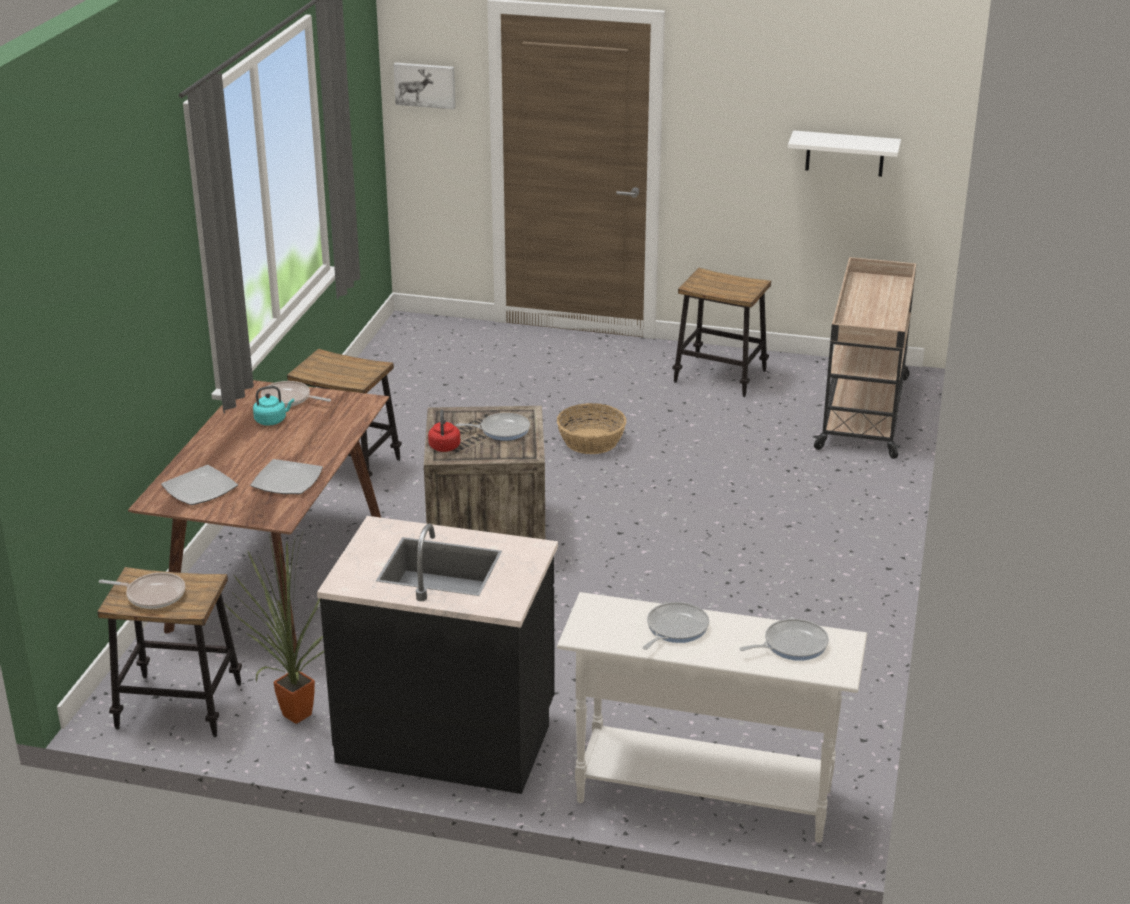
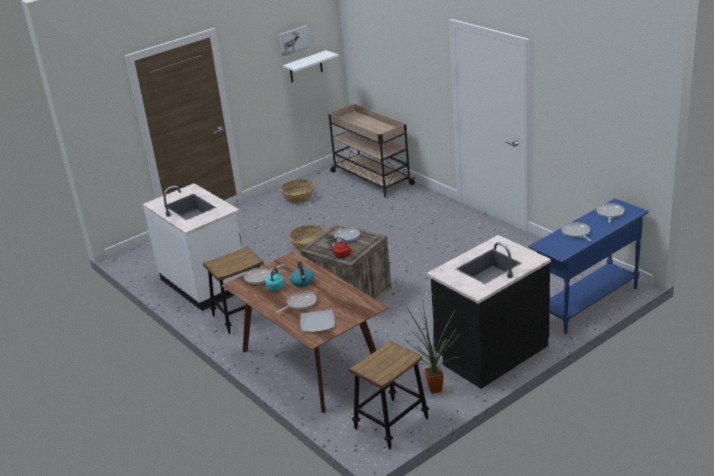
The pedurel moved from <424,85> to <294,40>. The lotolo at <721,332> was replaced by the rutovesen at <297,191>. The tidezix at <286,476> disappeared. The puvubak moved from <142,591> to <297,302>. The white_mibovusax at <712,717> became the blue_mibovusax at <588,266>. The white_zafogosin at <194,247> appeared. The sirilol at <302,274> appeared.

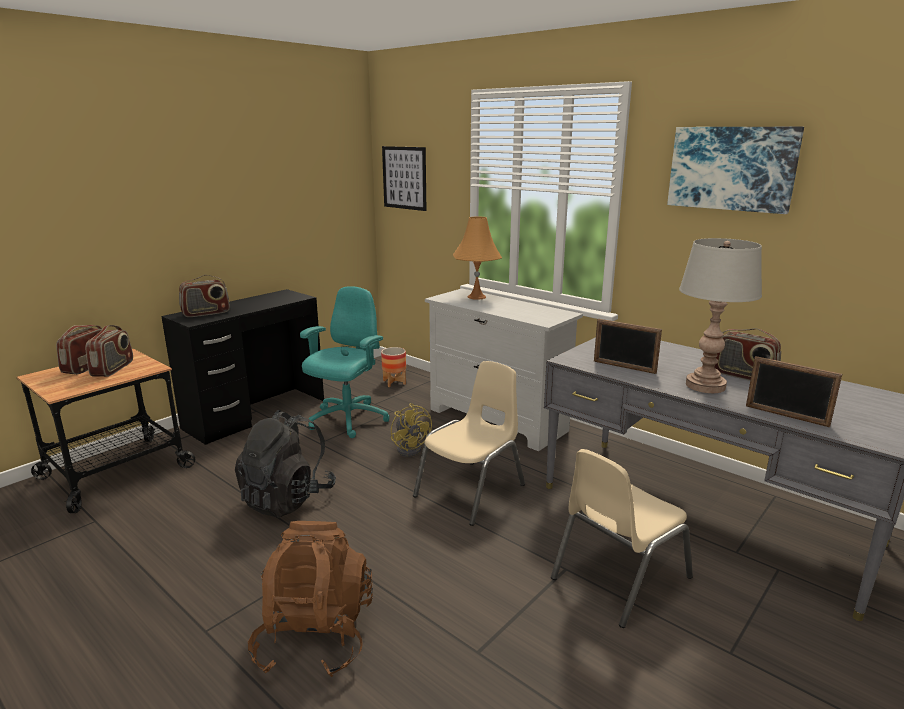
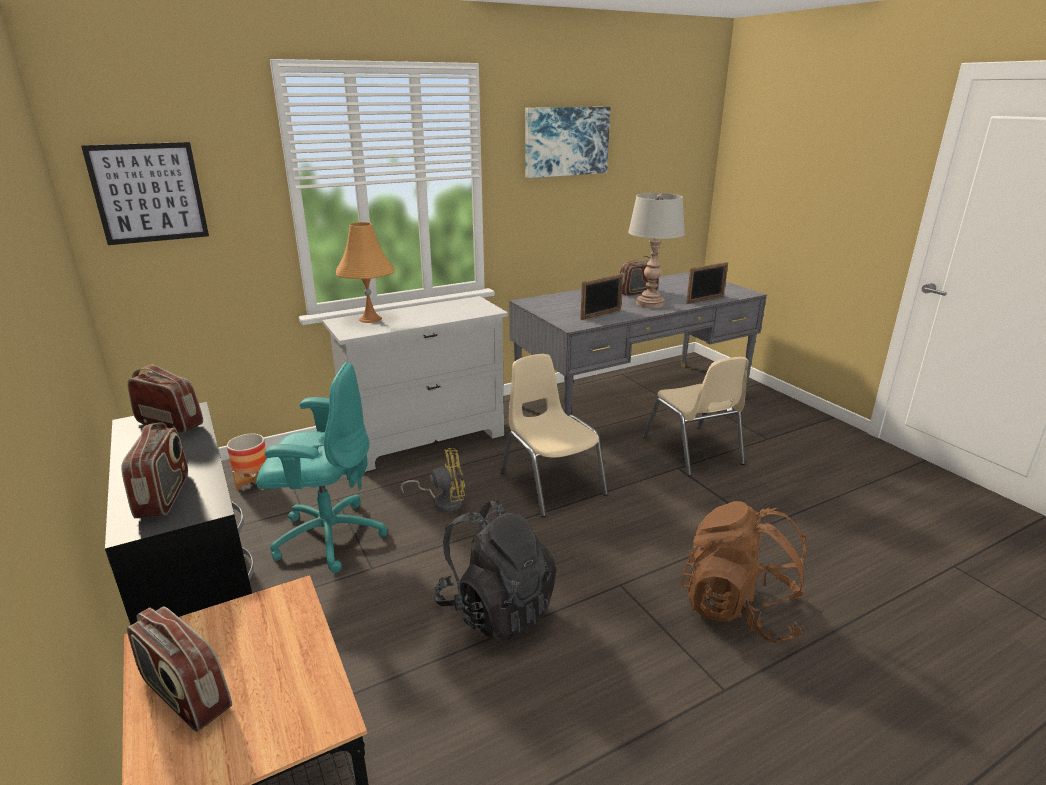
The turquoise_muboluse at <345,362> turned 135 degrees clockwise. The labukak moved from <109,351> to <165,399>.

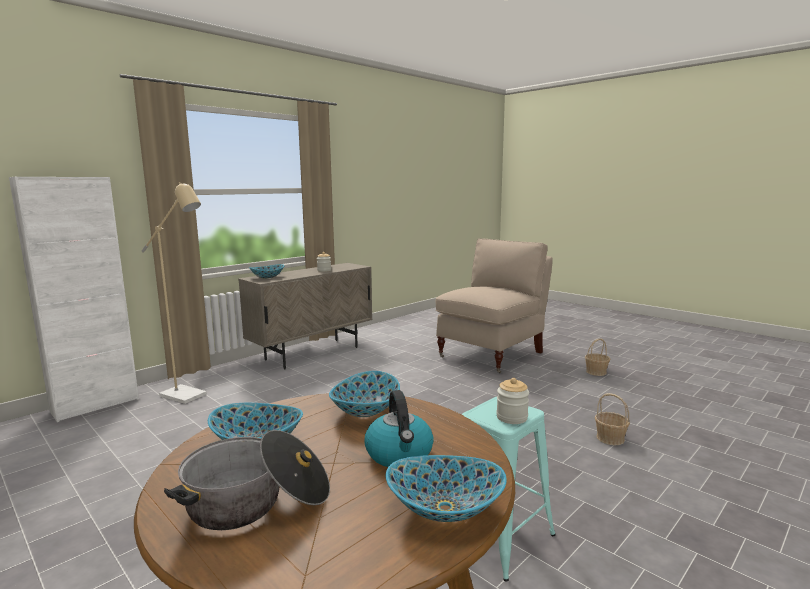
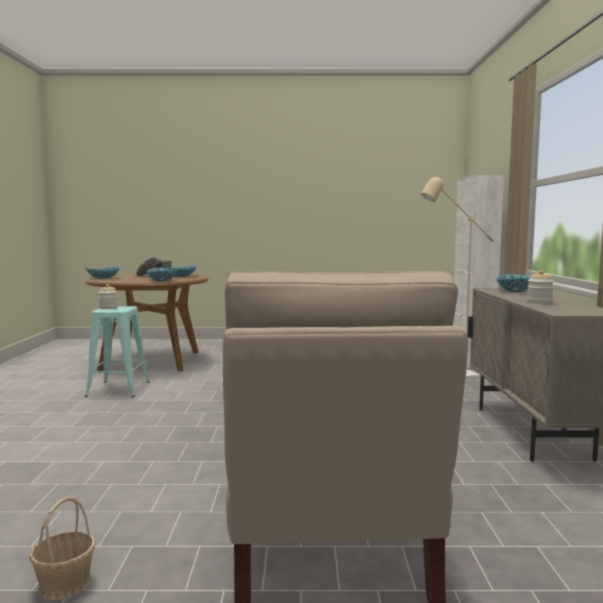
The sirilol at <399,428> disappeared. The rutovesen at <612,419> disappeared.

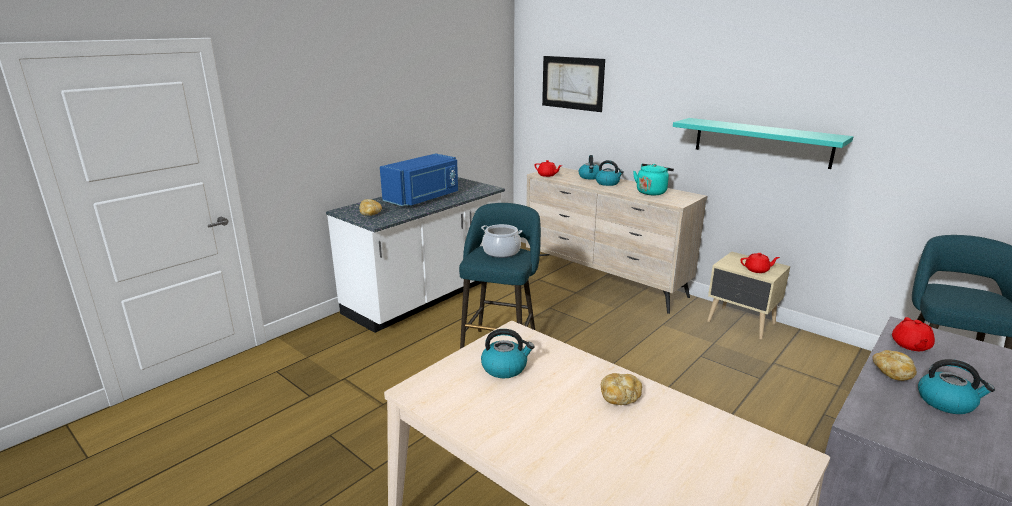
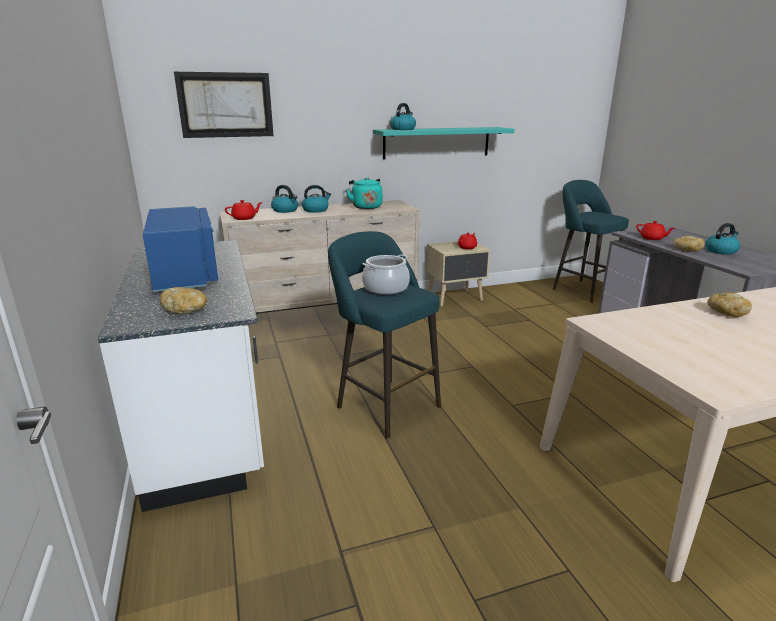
The sirilol moved from <507,353> to <403,116>.

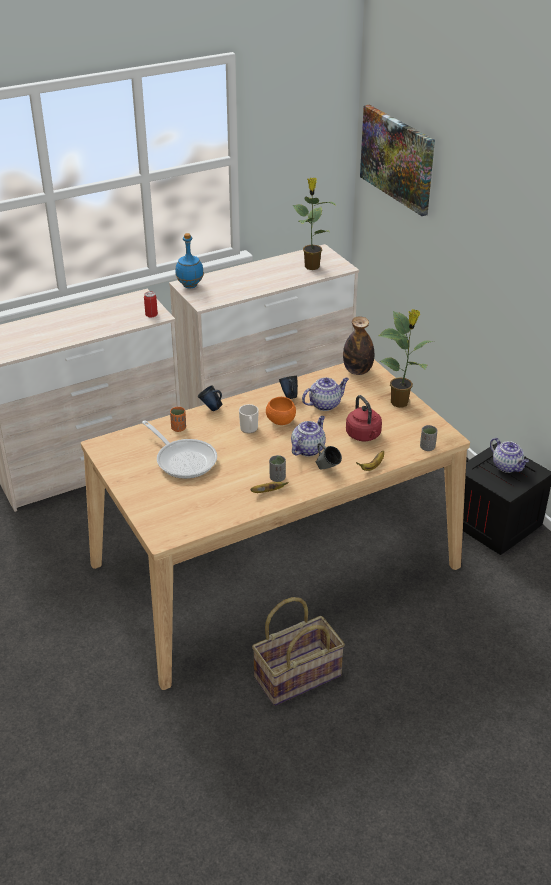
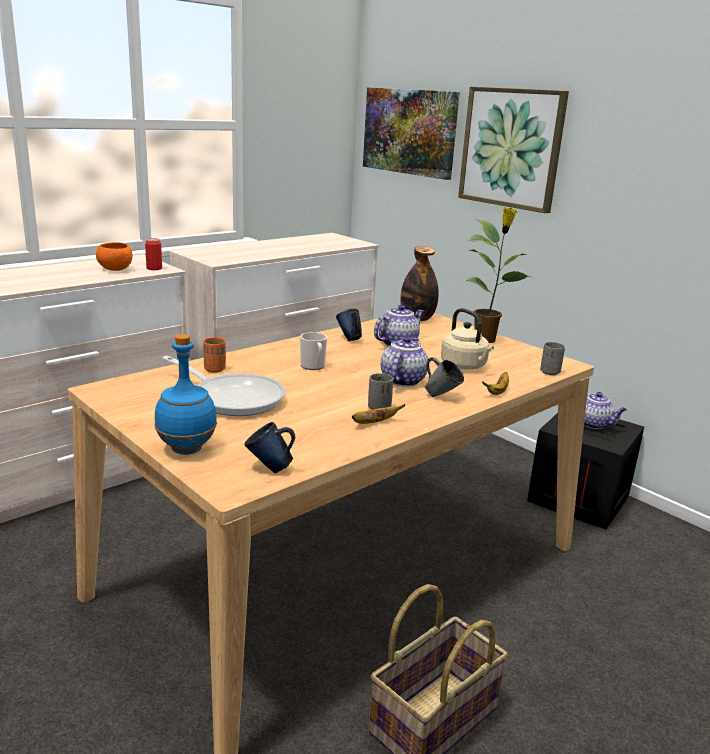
The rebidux at <314,224> disappeared. The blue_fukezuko moved from <189,261> to <185,394>. The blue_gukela moved from <210,398> to <269,447>. The red_sirilol at <364,418> became the beige_sirilol at <467,339>. The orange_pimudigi moved from <281,411> to <114,256>. The pedurel at <513,150> appeared.

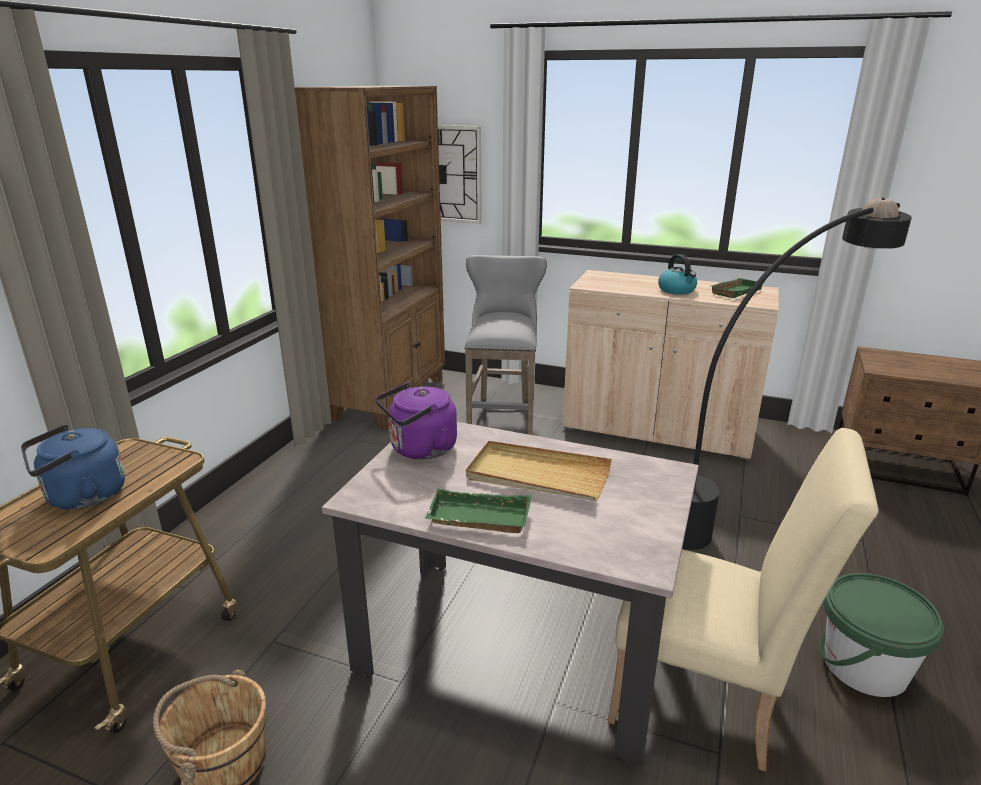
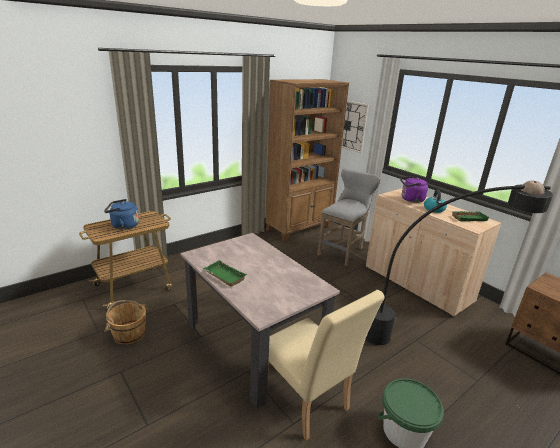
The purple_sirilol moved from <416,421> to <414,189>. The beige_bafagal at <539,471> disappeared.

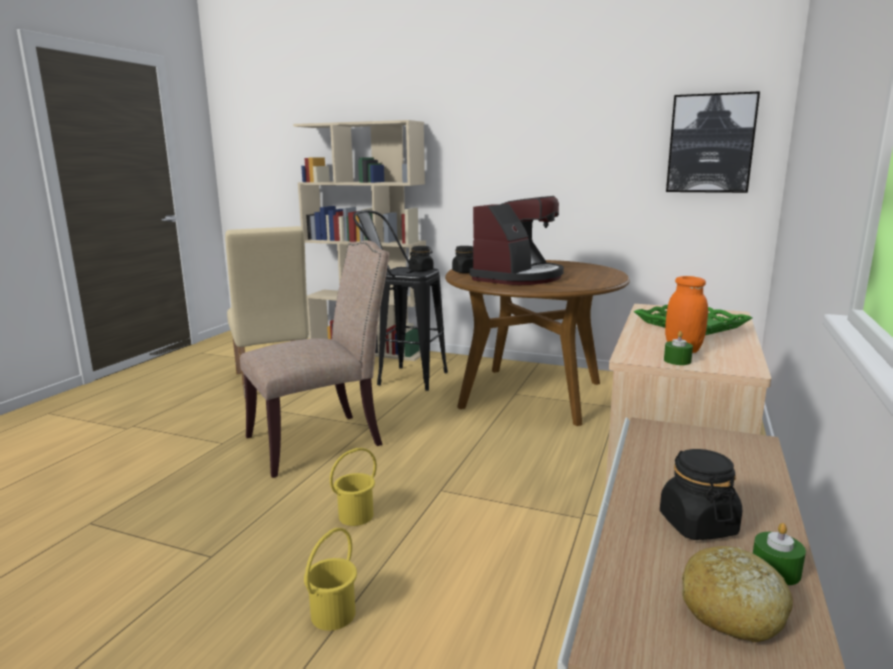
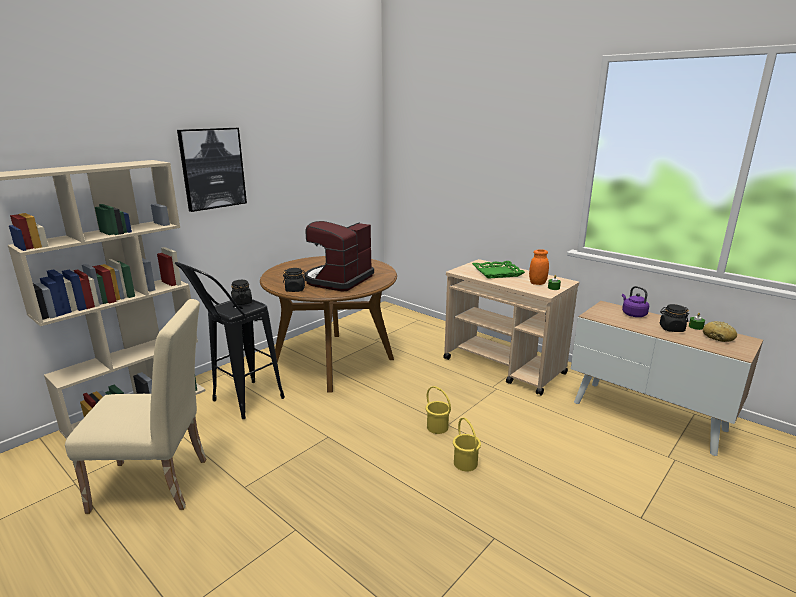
The pedurel moved from <713,142> to <212,170>. The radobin at <517,240> turned 120 degrees counterclockwise. The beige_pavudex at <314,359> disappeared. The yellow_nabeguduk moved from <330,579> to <438,410>. The purple_sirilol at <635,301> appeared.

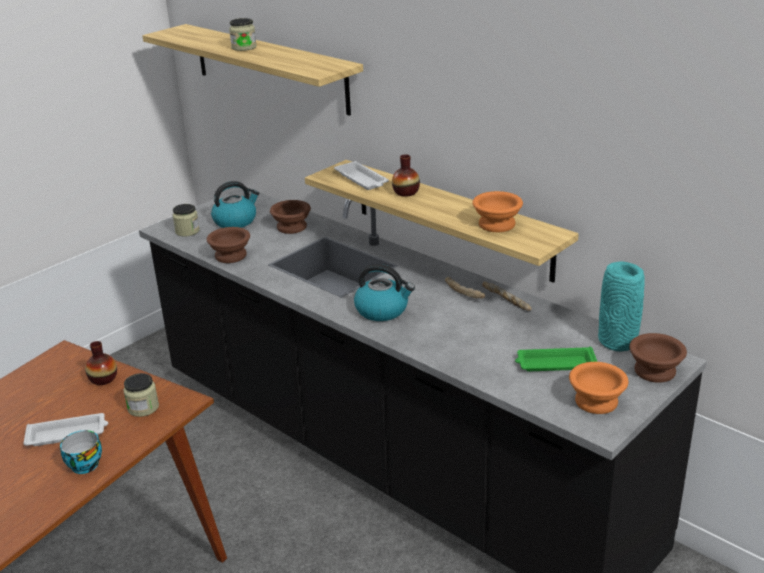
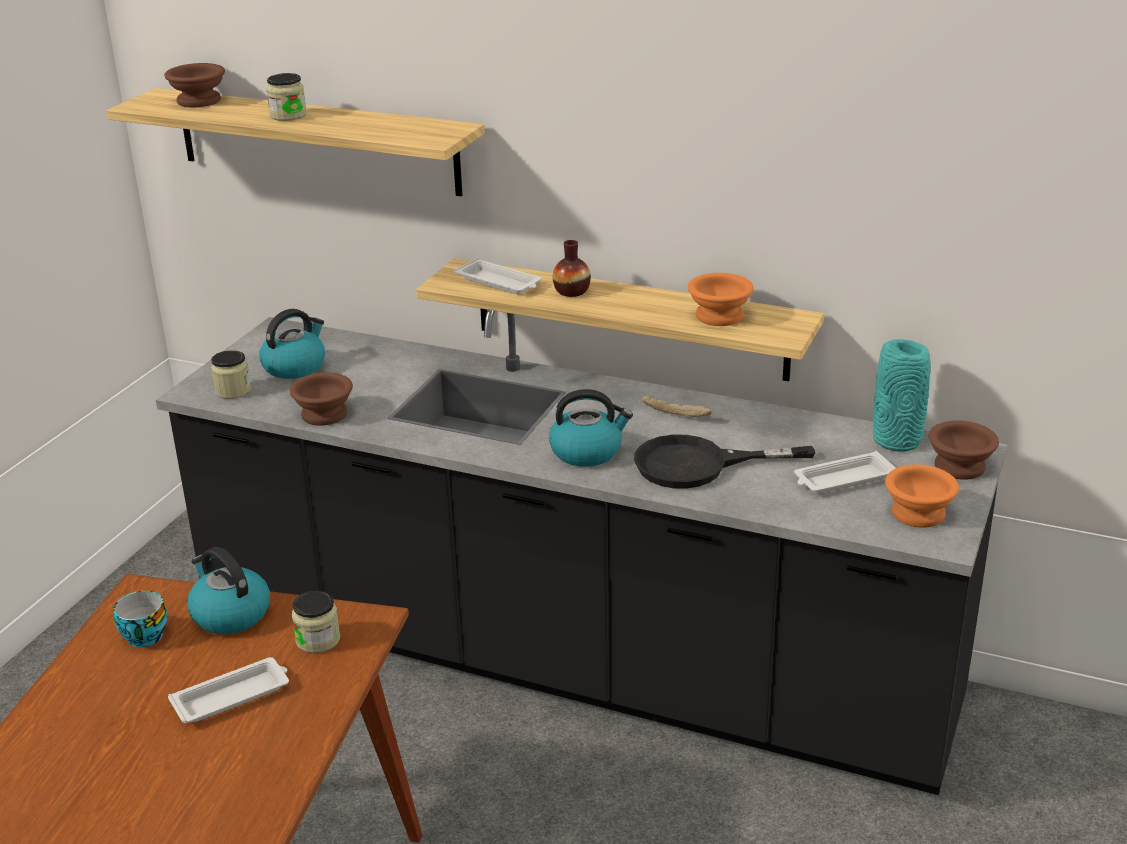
The brown_pimudigi moved from <290,217> to <194,85>. The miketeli at <507,296> disappeared. The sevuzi at <101,363> was replaced by the sirilol at <228,590>. The green_bafagal at <556,359> became the white_bafagal at <844,472>. The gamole moved from <81,452> to <140,619>. The black_puvubak at <724,462> appeared.

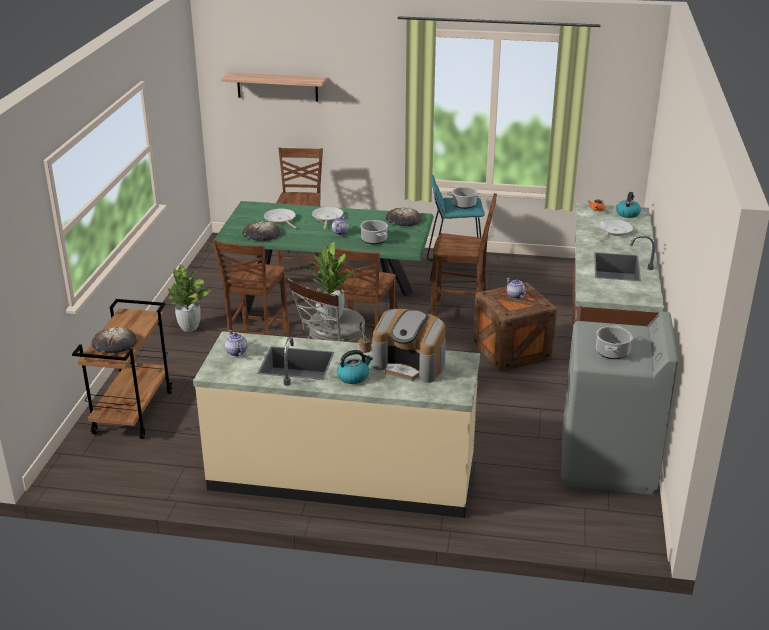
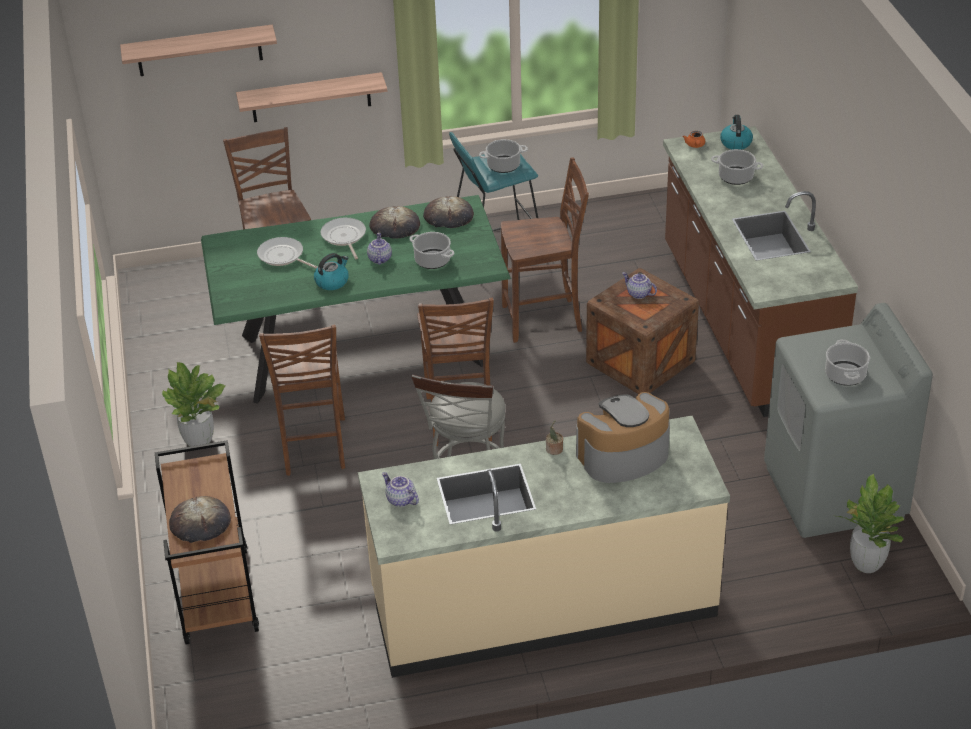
The puvubak at <614,229> was replaced by the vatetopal at <737,167>. The miketeli moved from <261,231> to <394,222>. The rebidux moved from <329,282> to <870,523>. The radobin at <409,346> turned 150 degrees clockwise. The sirilol moved from <355,367> to <331,271>. The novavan at <311,97> appeared.

